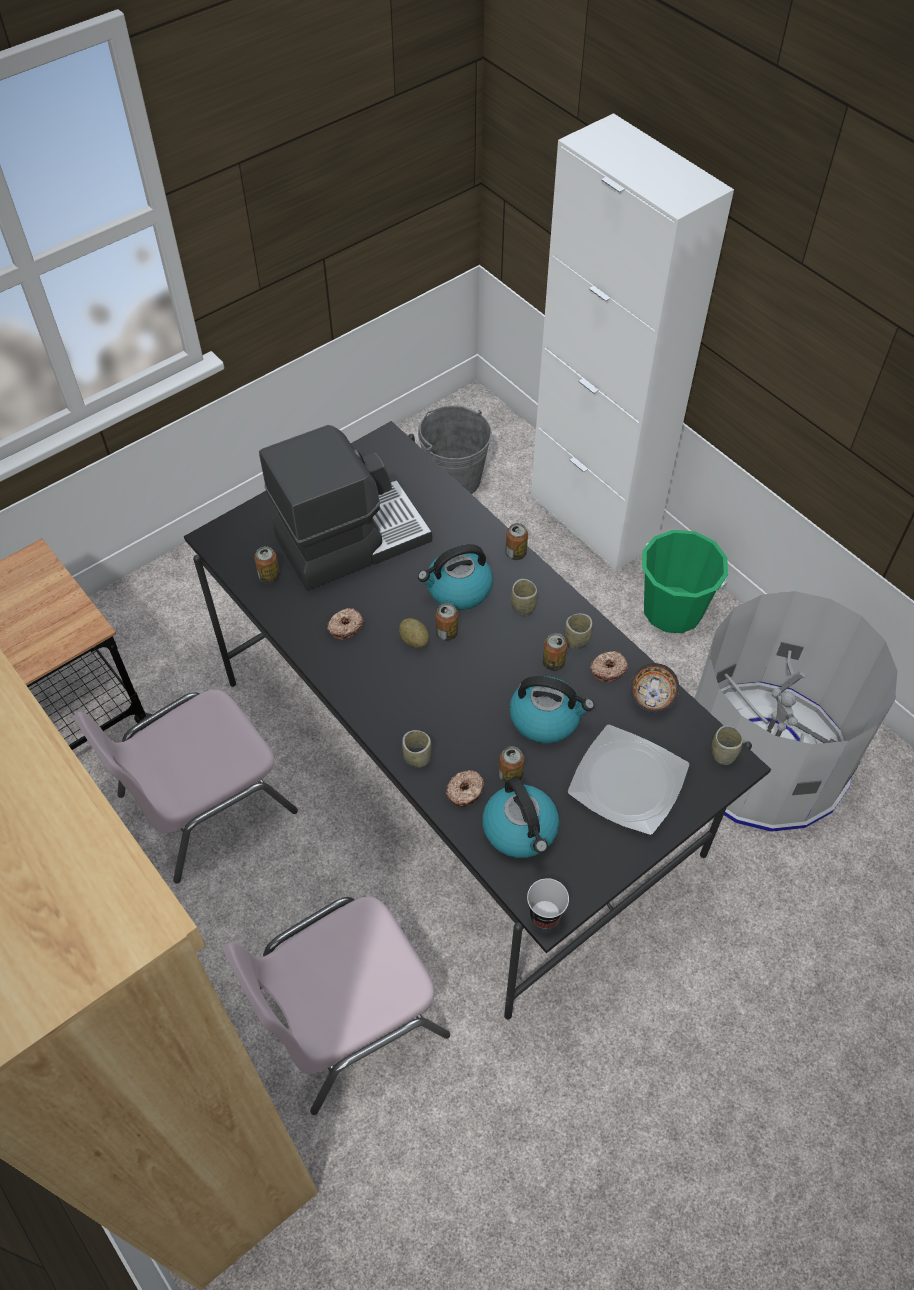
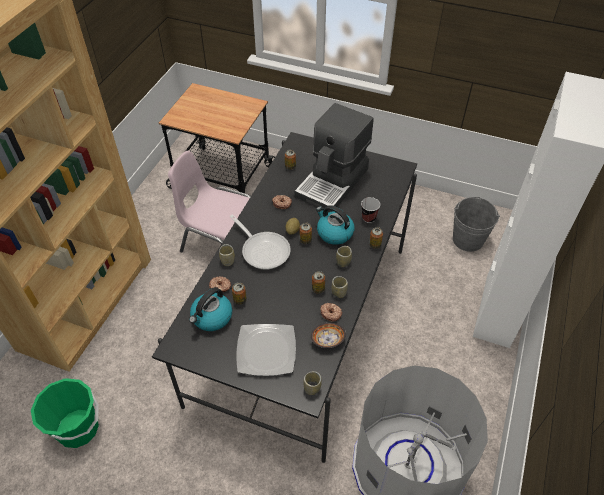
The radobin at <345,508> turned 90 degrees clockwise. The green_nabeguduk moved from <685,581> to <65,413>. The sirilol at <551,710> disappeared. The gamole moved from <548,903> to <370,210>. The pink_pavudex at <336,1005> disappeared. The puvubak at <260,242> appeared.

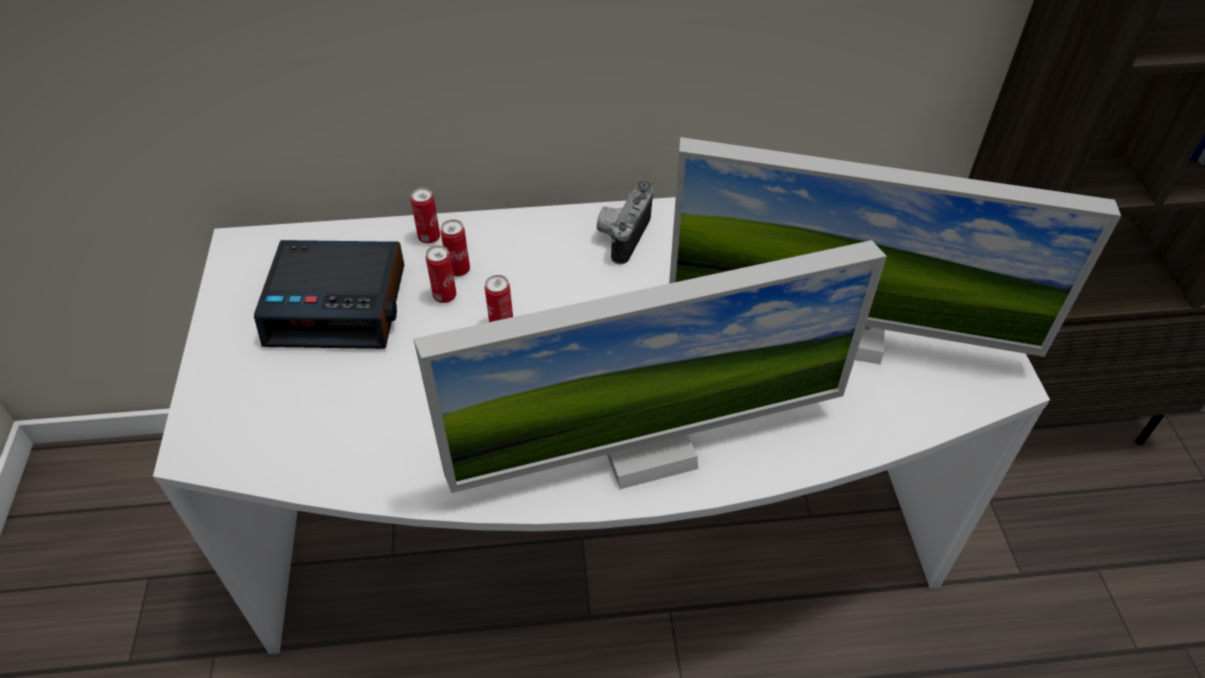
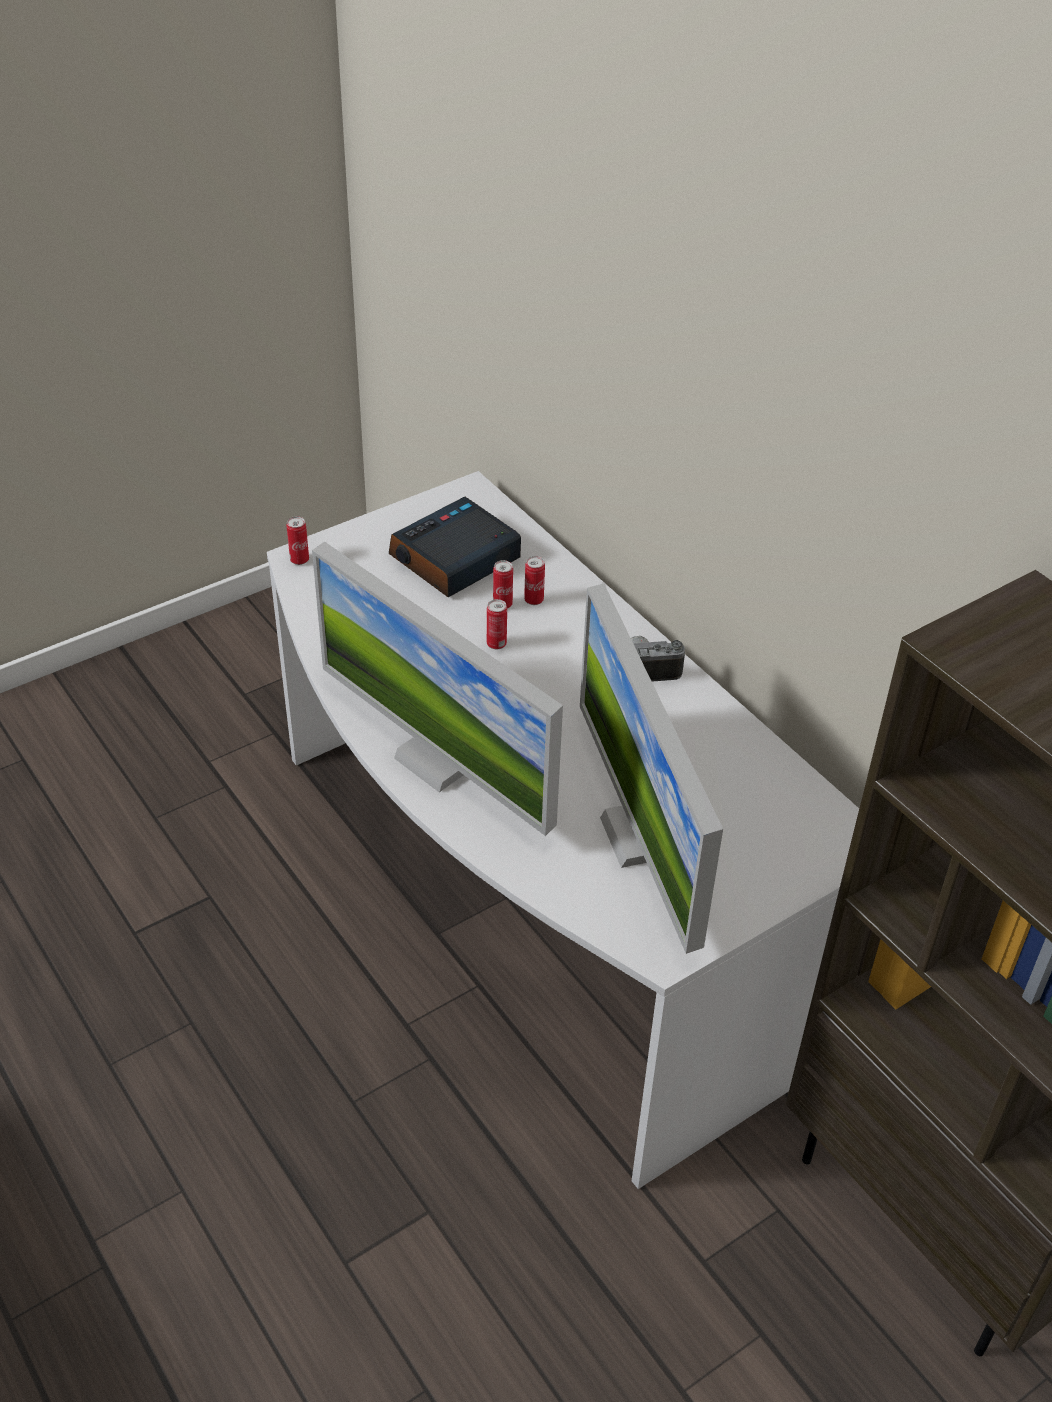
The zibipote moved from <425,216> to <297,540>. The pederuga at <329,294> turned 75 degrees clockwise.

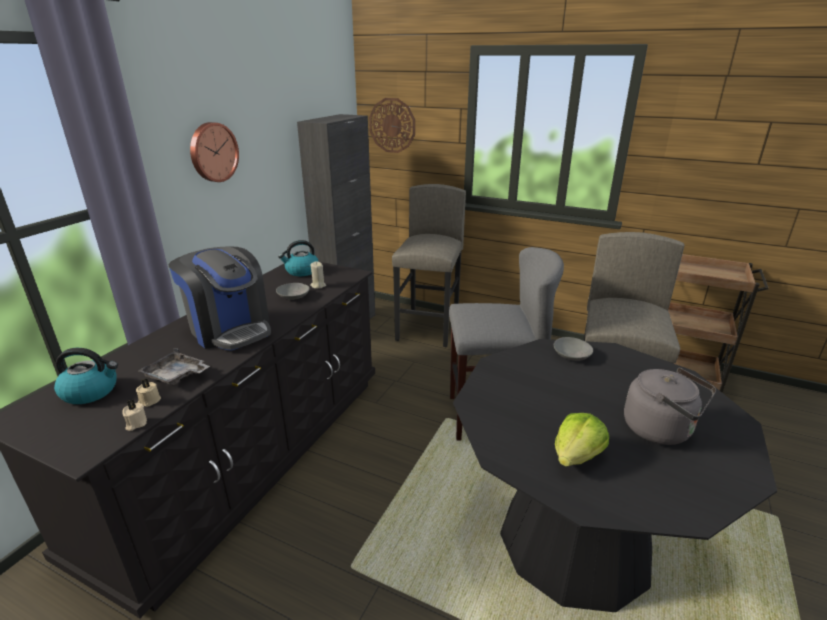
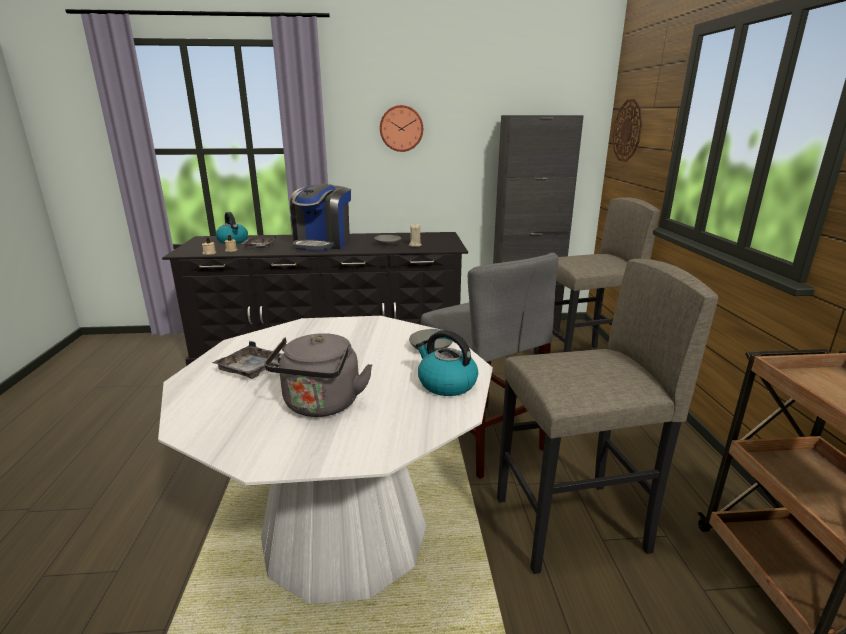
The sirilol moved from <298,258> to <447,363>. The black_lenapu at <615,475> became the white_lenapu at <325,460>. The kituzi at <582,440> was replaced by the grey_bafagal at <247,360>.

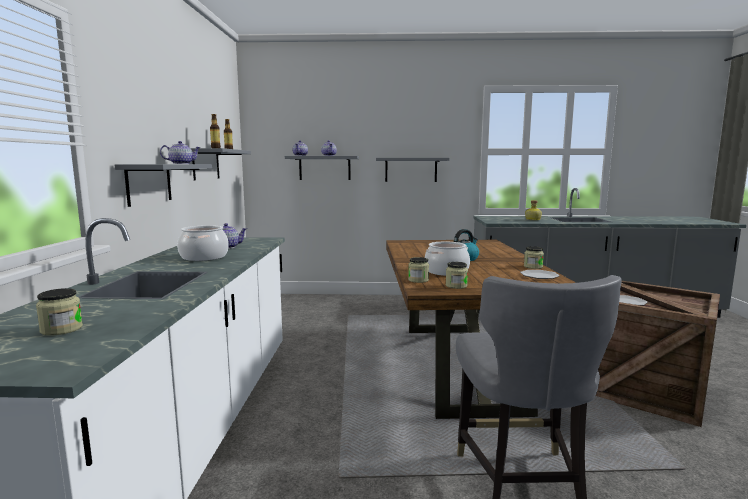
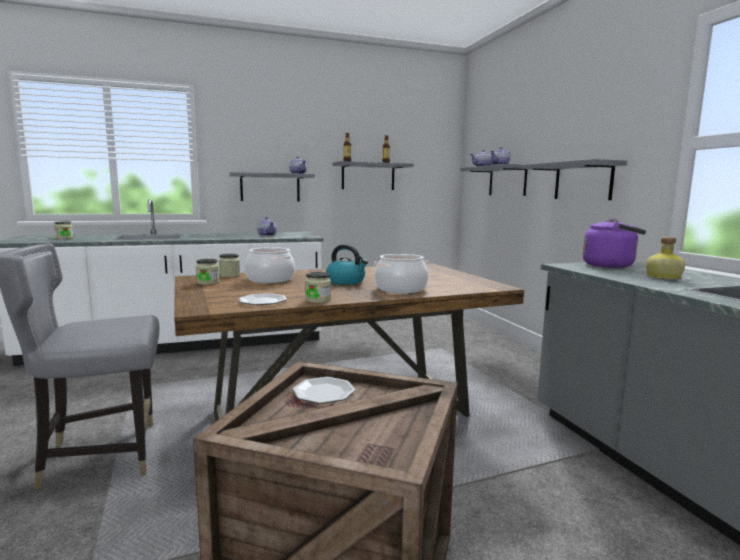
The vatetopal moved from <203,243> to <401,273>. The purple_sirilol at <614,243> appeared.

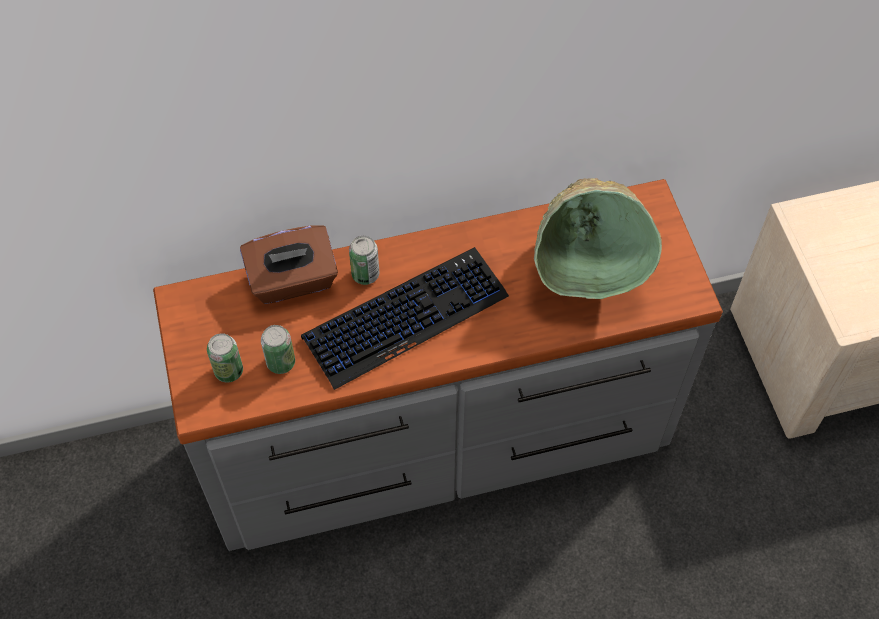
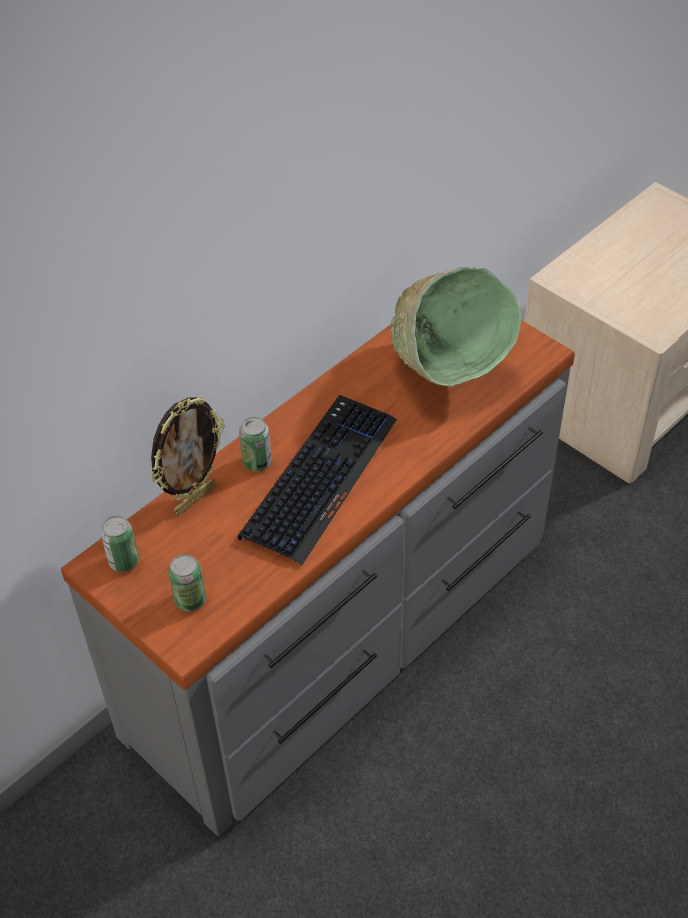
The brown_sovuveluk at <289,264> was replaced by the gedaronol at <188,456>. The zibipote moved from <278,349> to <120,544>.

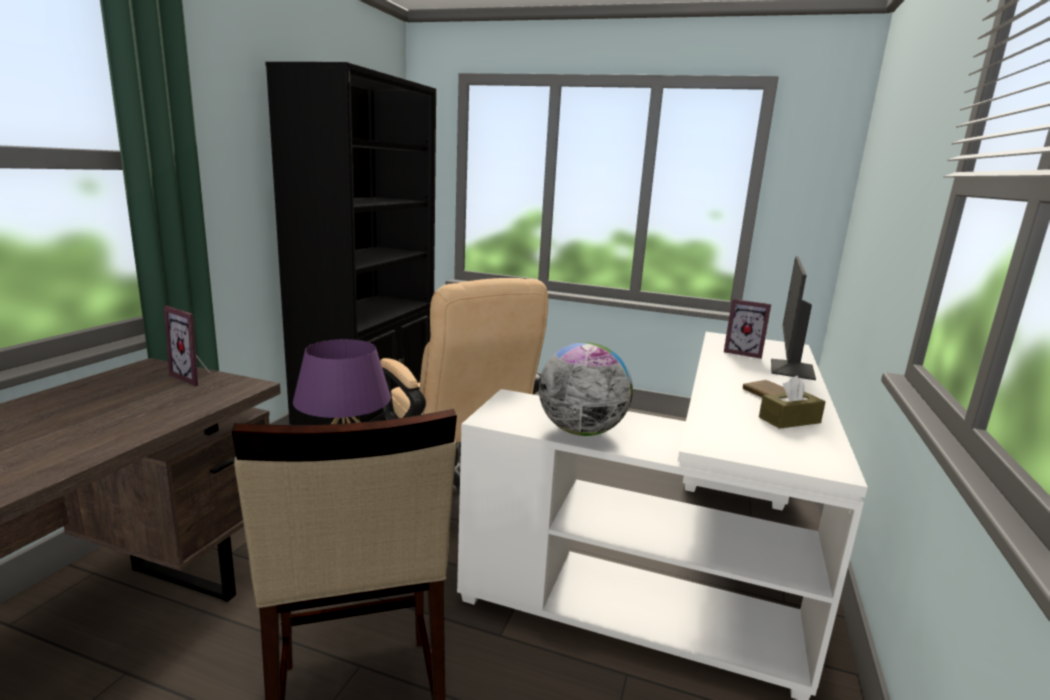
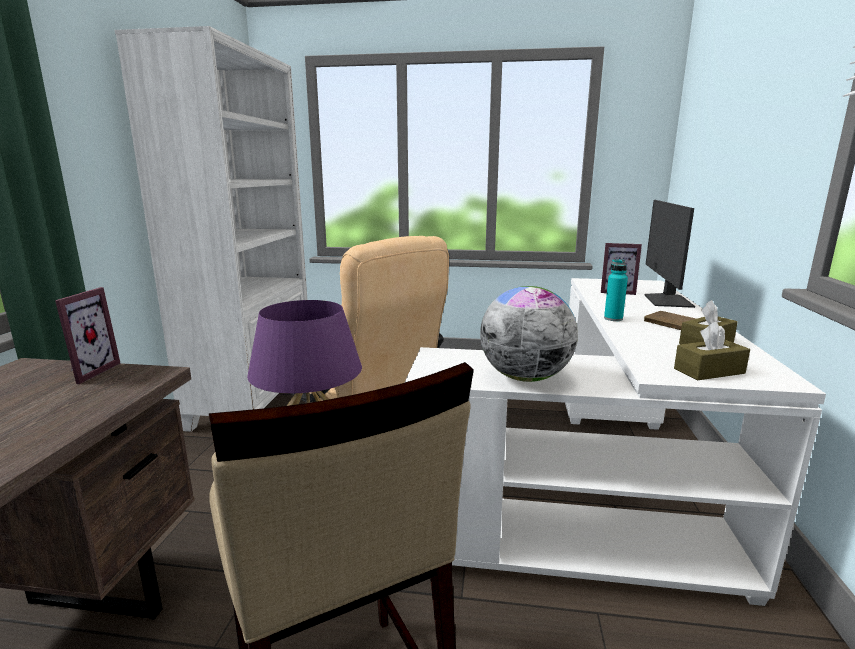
The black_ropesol at <350,243> became the white_ropesol at <211,229>. The gedaronol at <187,346> turned 105 degrees counterclockwise. The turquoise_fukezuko at <616,290> appeared. The brown_sovuveluk at <712,351> appeared.

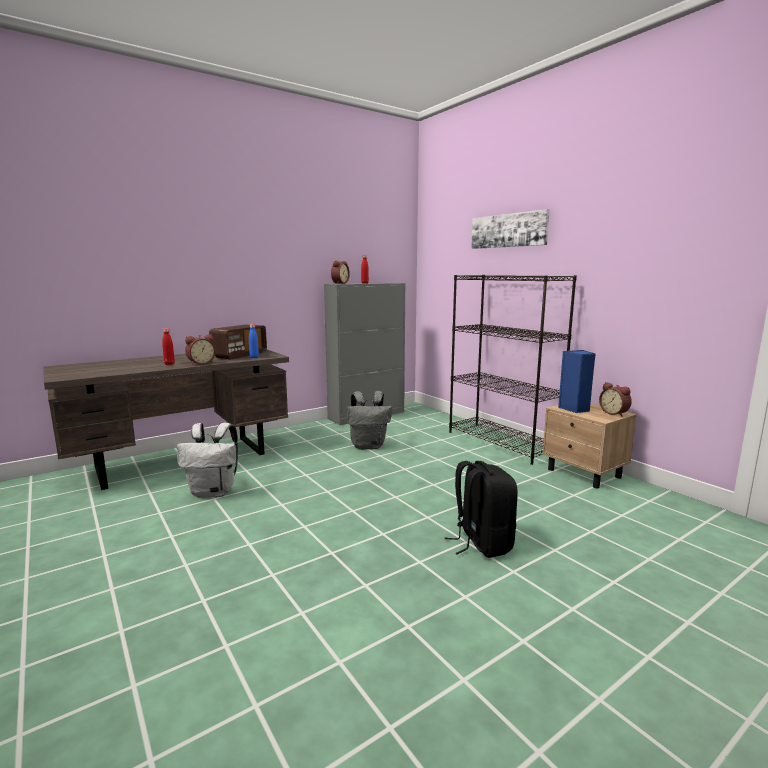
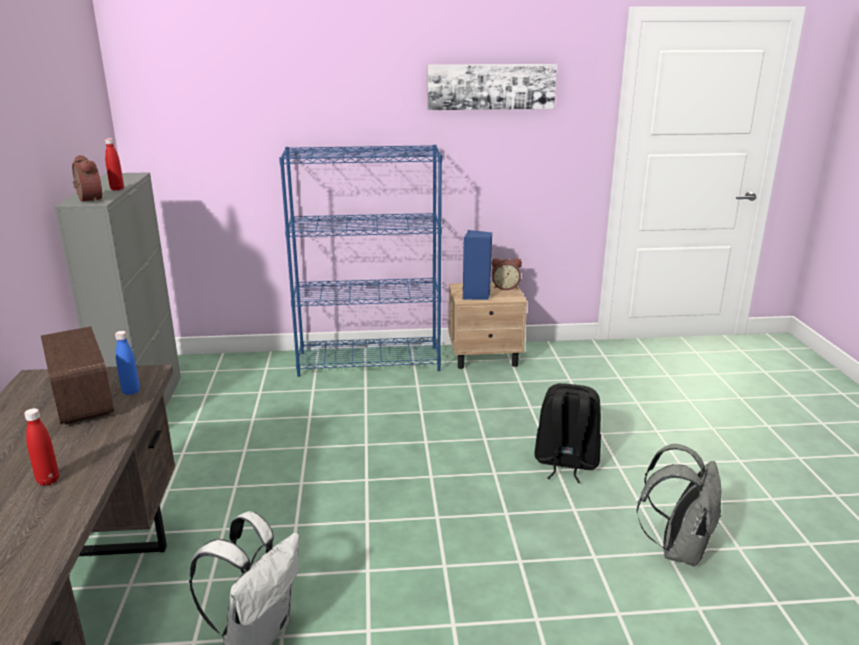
The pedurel moved from <510,229> to <492,87>. The black_ropesol at <513,370> became the blue_ropesol at <360,261>. The pederuga at <200,349> disappeared. The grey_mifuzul moved from <369,420> to <679,505>.

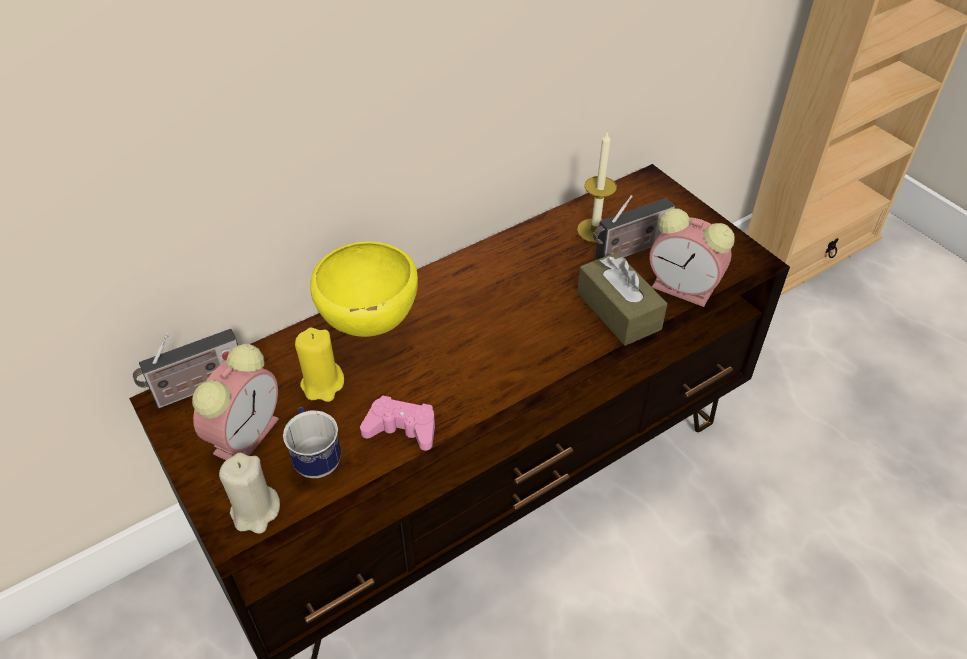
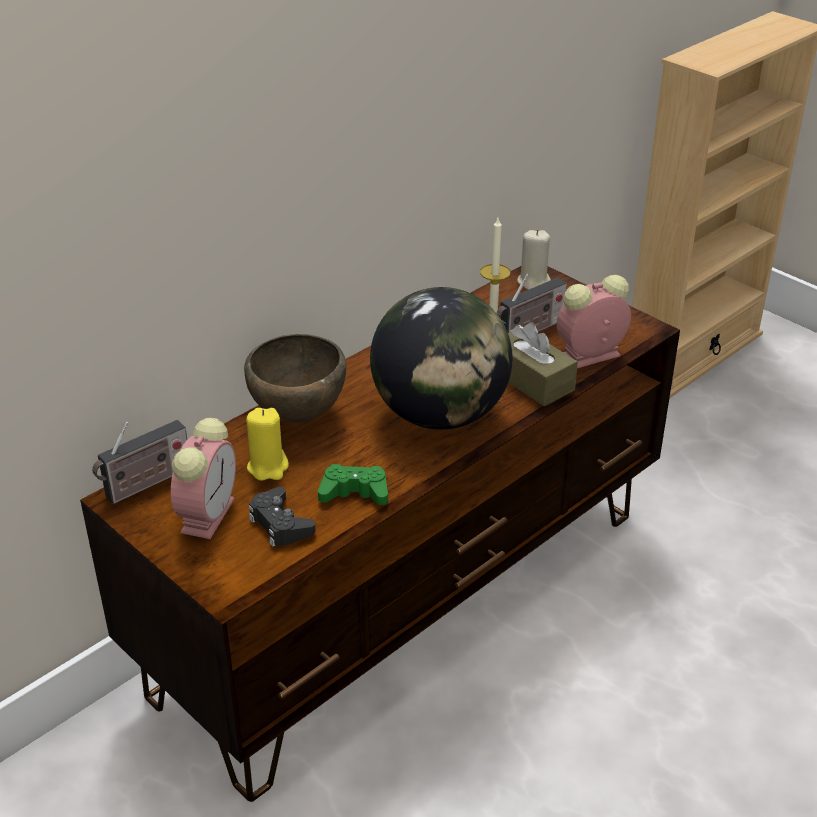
The pederuga at <692,257> turned 135 degrees clockwise. The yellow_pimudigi at <364,289> became the brown_pimudigi at <295,378>. The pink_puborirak at <397,423> became the green_puborirak at <353,484>. The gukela at <312,442> was replaced by the black_puborirak at <282,516>. The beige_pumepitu moved from <249,493> to <534,260>. The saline at <441,358> appeared.

